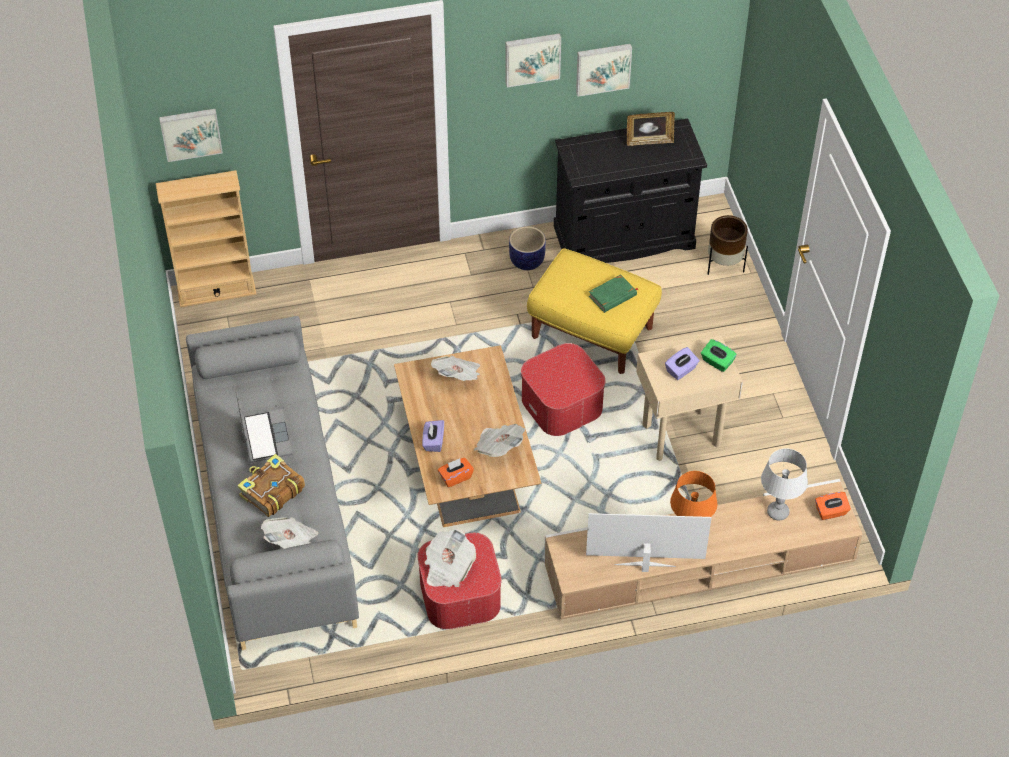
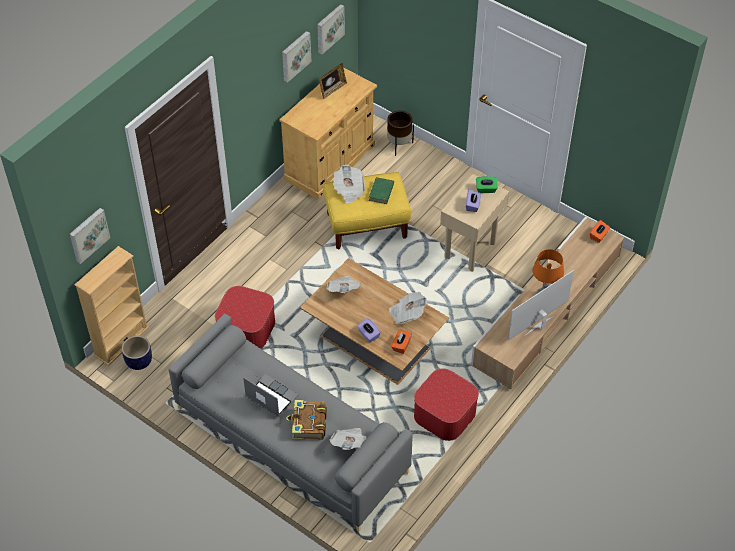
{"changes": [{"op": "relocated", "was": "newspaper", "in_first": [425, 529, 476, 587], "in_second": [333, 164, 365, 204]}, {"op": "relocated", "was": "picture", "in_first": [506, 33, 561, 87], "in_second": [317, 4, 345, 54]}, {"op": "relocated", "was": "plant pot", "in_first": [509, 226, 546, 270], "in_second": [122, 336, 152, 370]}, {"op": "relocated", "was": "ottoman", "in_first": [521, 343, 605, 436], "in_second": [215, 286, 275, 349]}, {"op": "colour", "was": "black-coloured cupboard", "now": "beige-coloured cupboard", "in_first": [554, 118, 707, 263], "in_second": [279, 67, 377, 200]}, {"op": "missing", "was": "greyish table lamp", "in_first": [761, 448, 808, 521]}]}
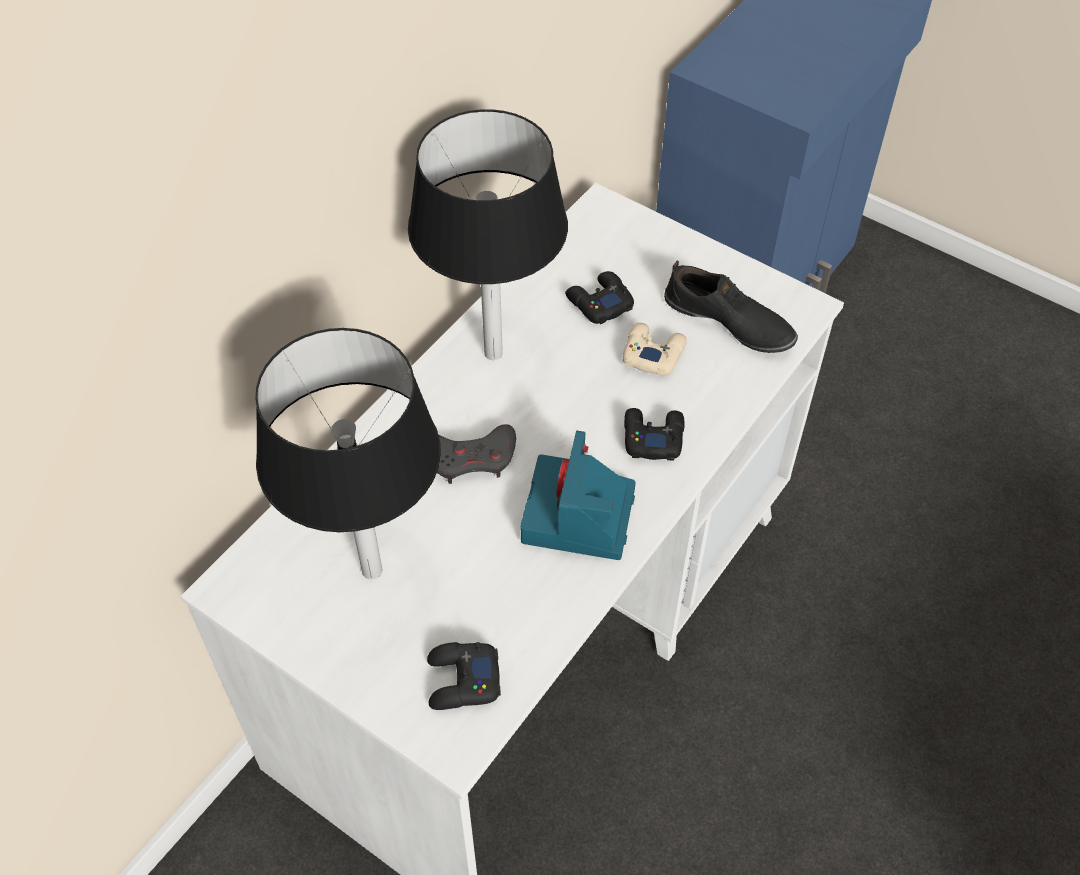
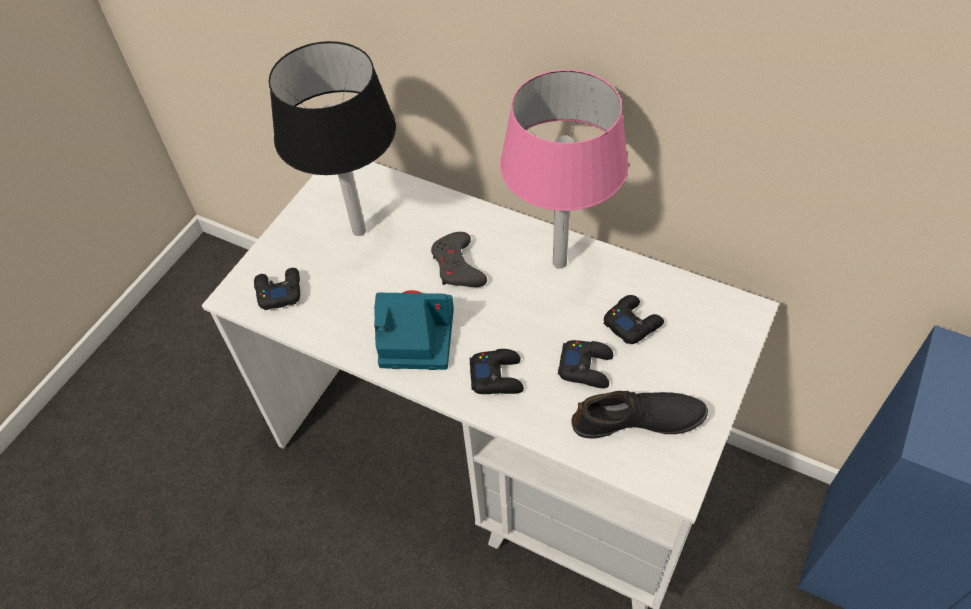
{"changes": [{"op": "colour", "was": "black-coloured table lamp", "now": "pink-coloured table lamp", "in_first": [408, 109, 568, 360], "in_second": [500, 70, 629, 269]}, {"op": "colour", "was": "beige-coloured game controller", "now": "black-coloured game controller", "in_first": [623, 323, 687, 377], "in_second": [558, 340, 613, 388]}, {"op": "spun", "was": "black-coloured shoe", "in_first": [664, 260, 798, 353], "in_second": [571, 391, 708, 439], "clockwise": -120}]}
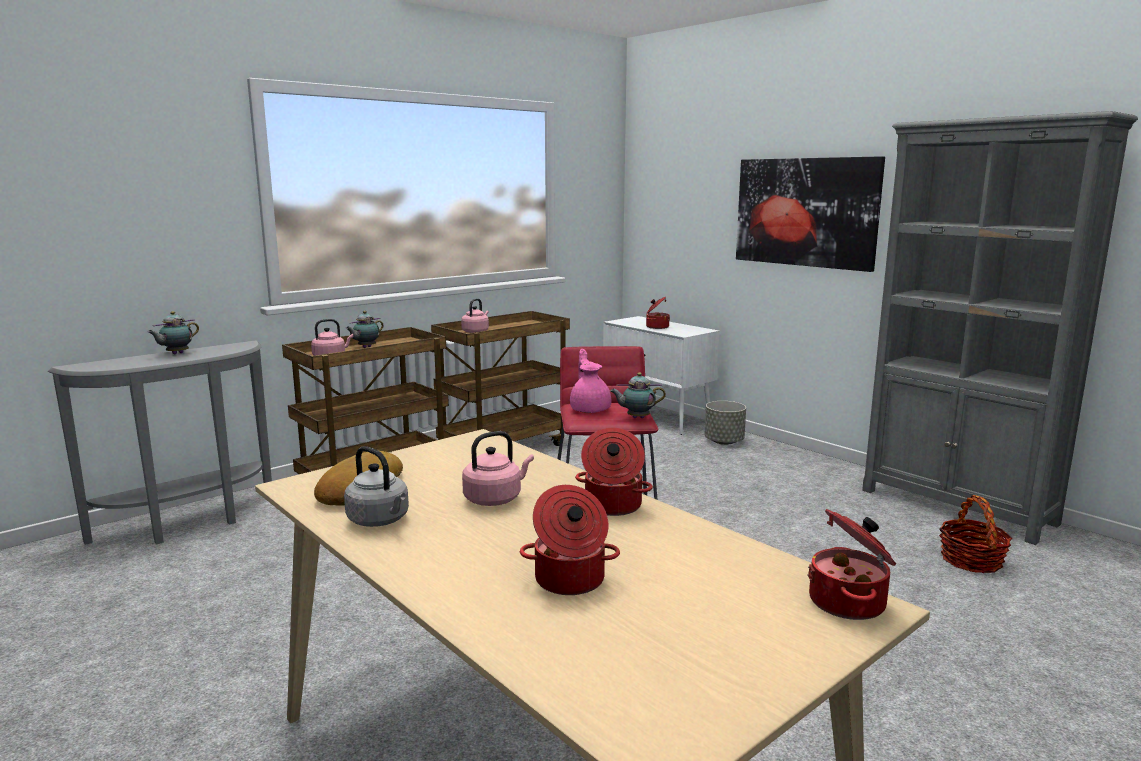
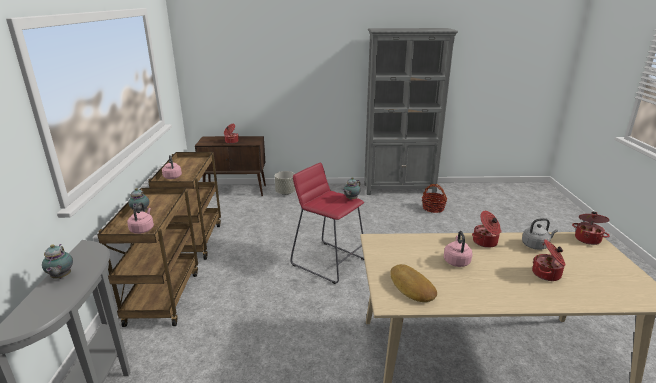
{"changes": [{"op": "relocated", "was": "greyish water kettle", "in_first": [344, 446, 409, 527], "in_second": [522, 218, 558, 250]}, {"op": "missing", "was": "pink-coloured pot for tea", "in_first": [570, 349, 611, 413]}, {"op": "colour", "was": "white cupboard", "now": "brownish cupboard", "in_first": [603, 316, 720, 435], "in_second": [195, 136, 266, 196]}, {"op": "missing", "was": "picture", "in_first": [736, 156, 885, 272]}]}
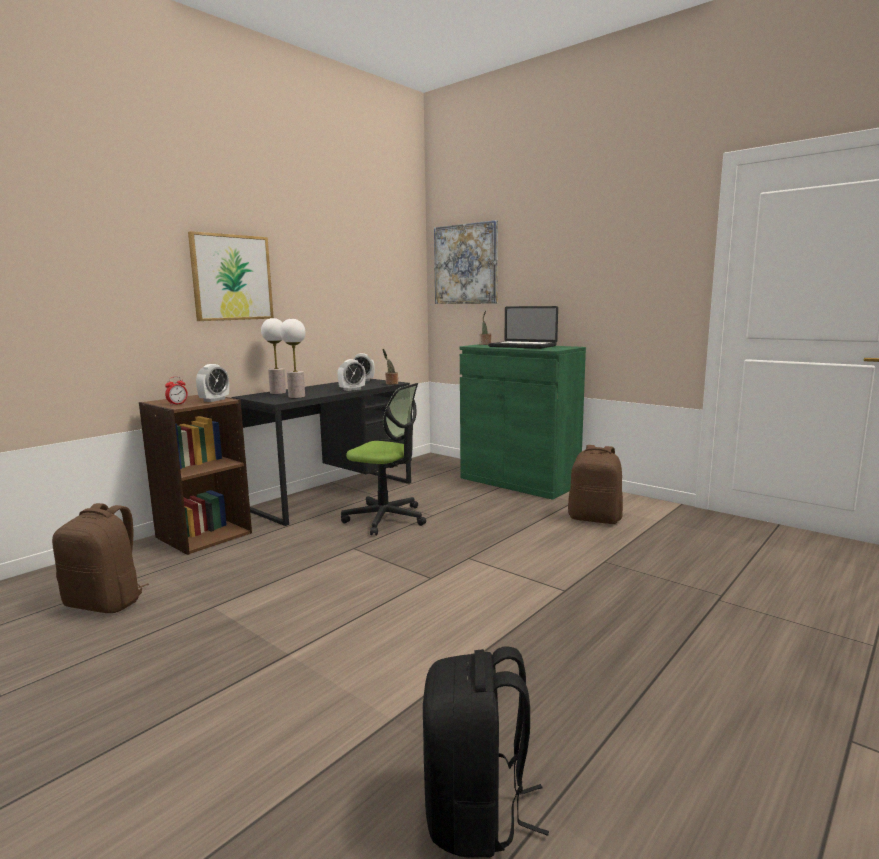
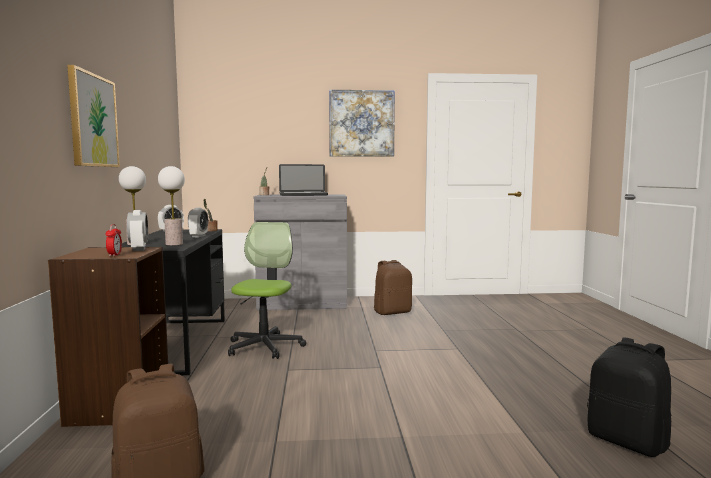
{"changes": [{"op": "spun", "was": "desk chair", "in_first": [341, 383, 426, 535], "in_second": [228, 222, 306, 359], "clockwise": -60}, {"op": "relocated", "was": "picture", "in_first": [434, 220, 498, 304], "in_second": [329, 90, 395, 157]}, {"op": "colour", "was": "green-coloured cupboard", "now": "greyish cupboard", "in_first": [460, 344, 586, 500], "in_second": [254, 194, 347, 310]}]}
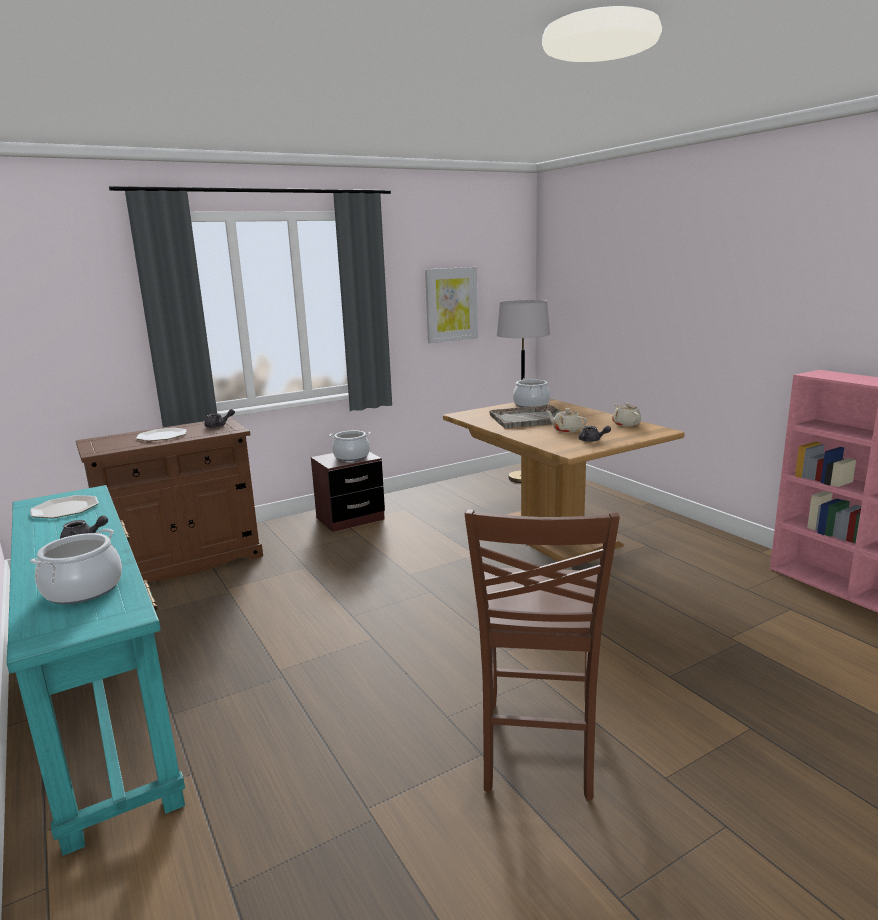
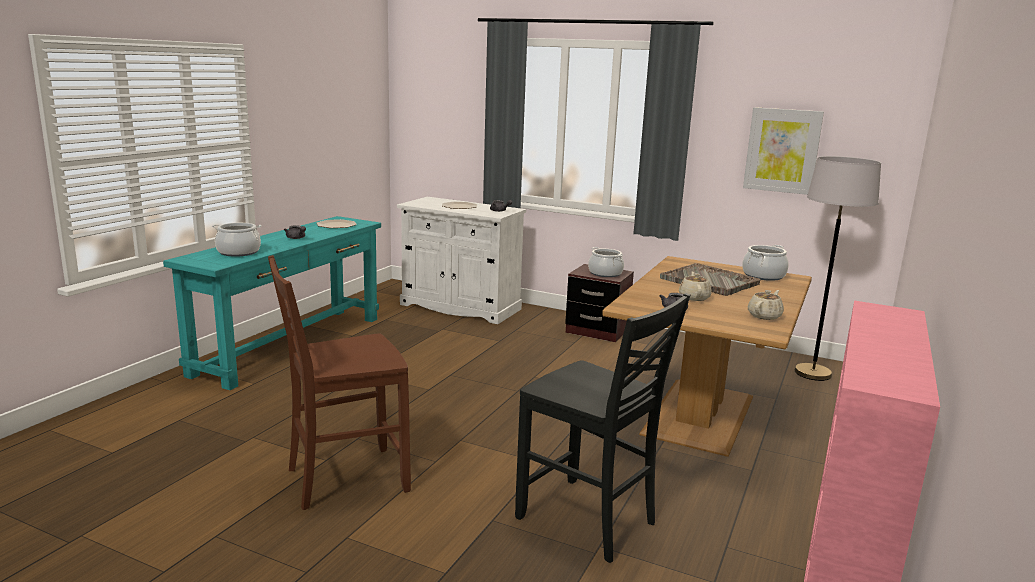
{"changes": [{"op": "colour", "was": "brownish cupboard", "now": "white cupboard", "in_first": [76, 417, 263, 582], "in_second": [397, 197, 526, 324]}, {"op": "appeared", "now": "black-coloured plain chair", "in_second": [515, 293, 691, 563]}]}
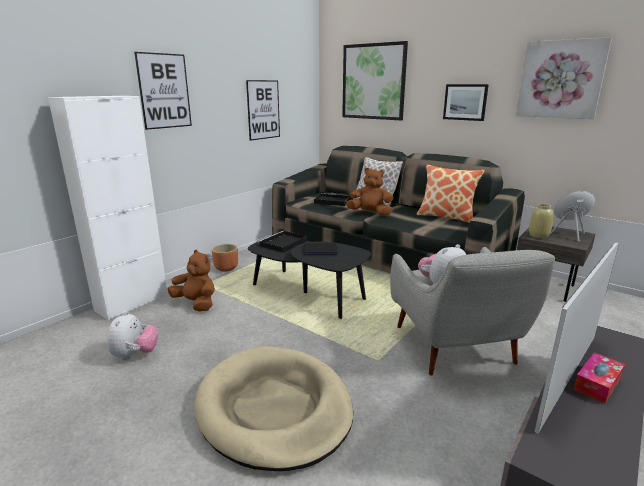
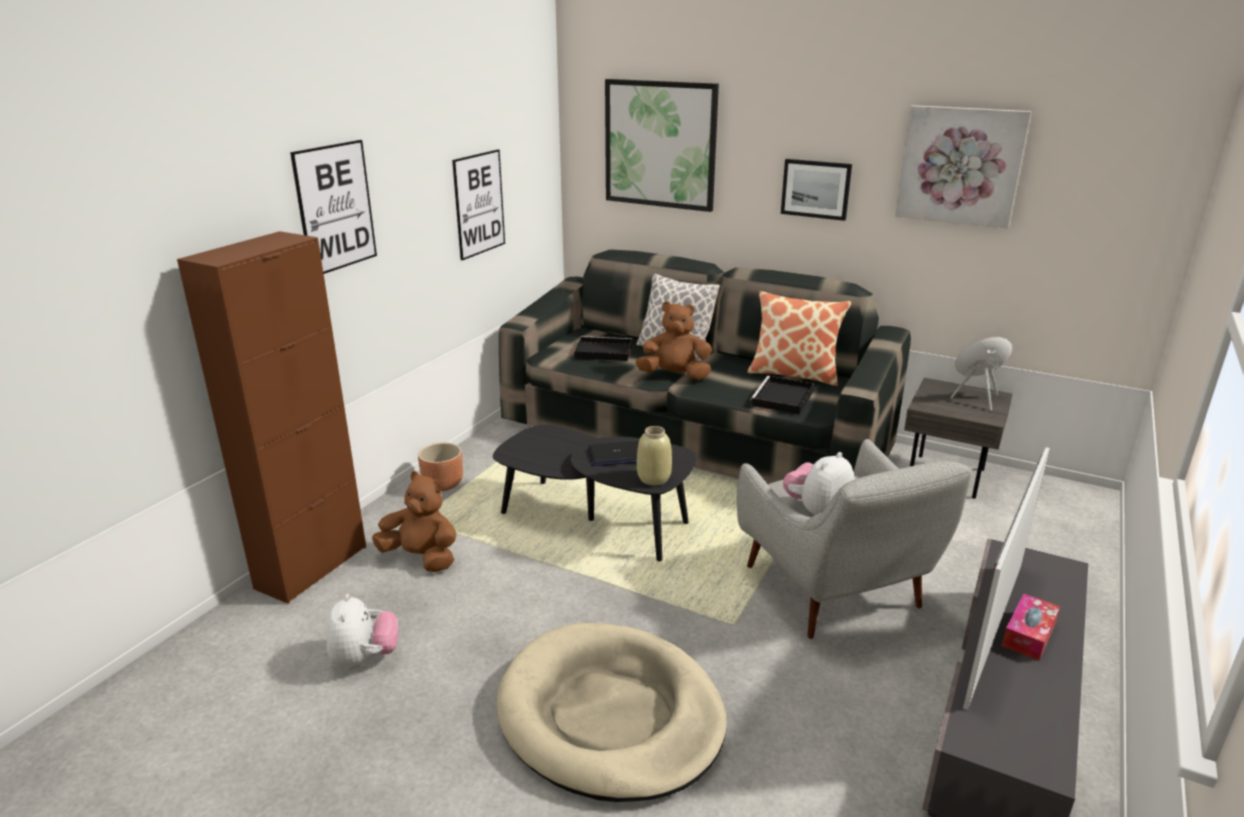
{"changes": [{"op": "colour", "was": "white cupboard", "now": "brownish cupboard", "in_first": [48, 96, 168, 321], "in_second": [177, 231, 366, 604]}, {"op": "relocated", "was": "black-coloured tray", "in_first": [258, 231, 307, 253], "in_second": [750, 376, 814, 414]}, {"op": "relocated", "was": "beige-coloured decorative vase", "in_first": [529, 204, 553, 238], "in_second": [637, 426, 672, 485]}]}
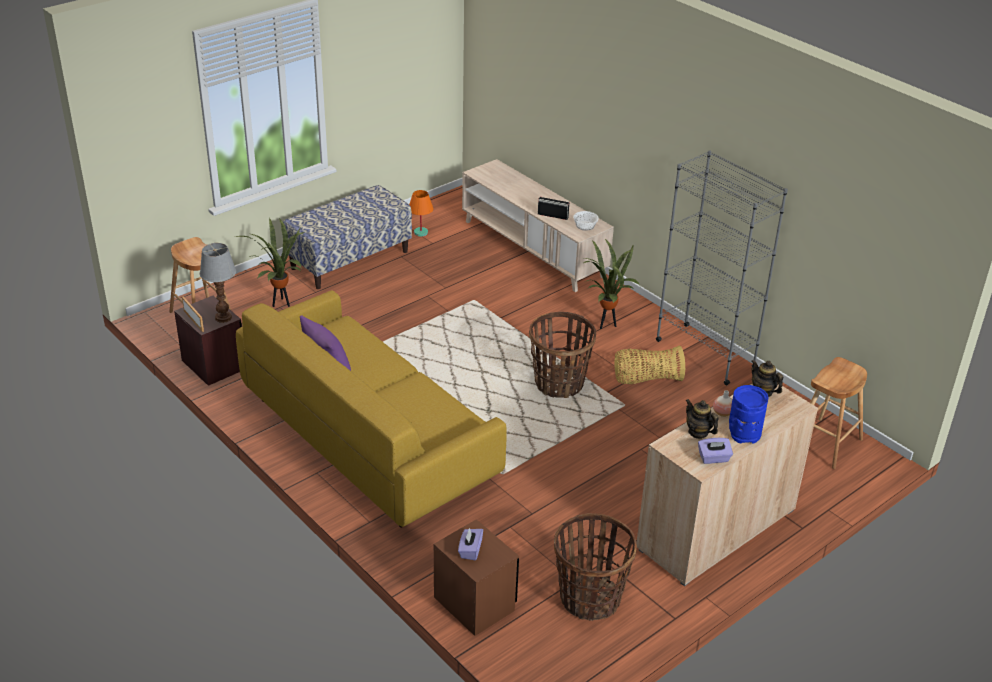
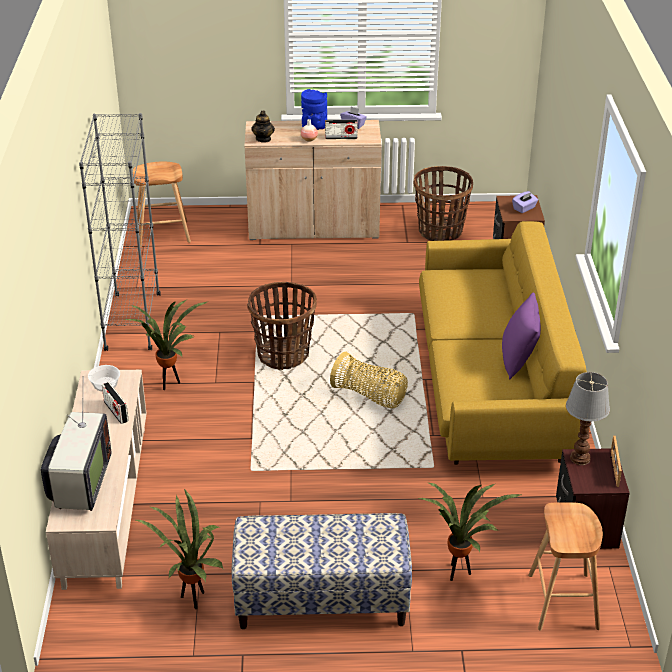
{"changes": [{"op": "exchanged", "was": "orange-coloured table lamp", "now": "plant in a pot", "in_first": [409, 190, 433, 236], "in_second": [136, 489, 224, 609]}, {"op": "relocated", "was": "household basket", "in_first": [614, 345, 685, 384], "in_second": [330, 352, 408, 408]}, {"op": "exchanged", "was": "pot for tea", "now": "radio receiver", "in_first": [685, 399, 719, 439], "in_second": [325, 120, 358, 139]}, {"op": "appeared", "now": "television", "in_second": [41, 399, 111, 511]}]}
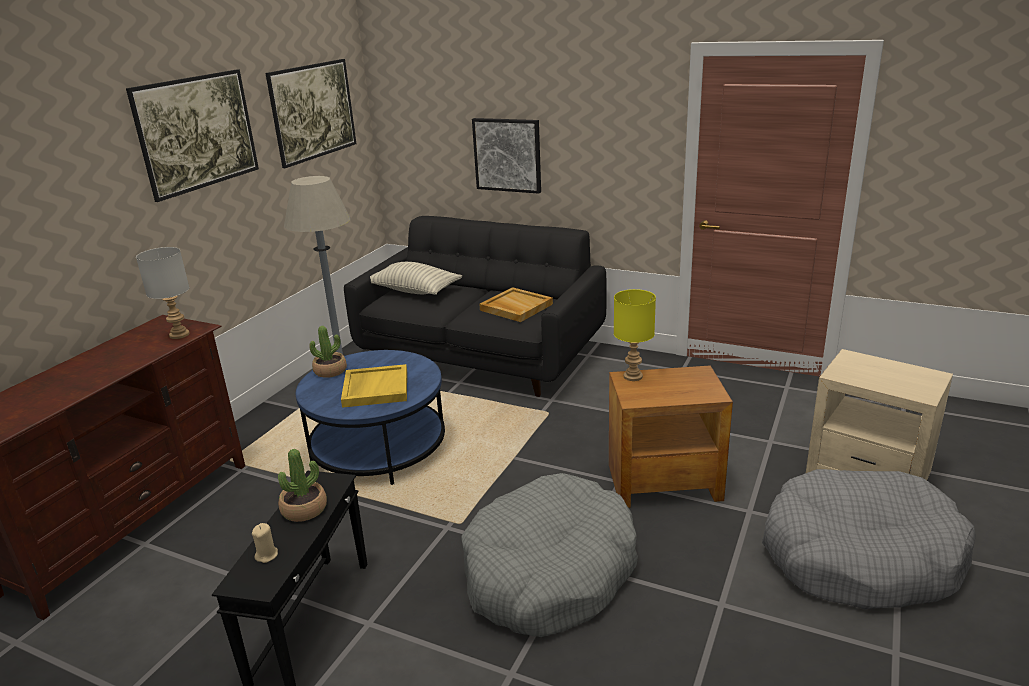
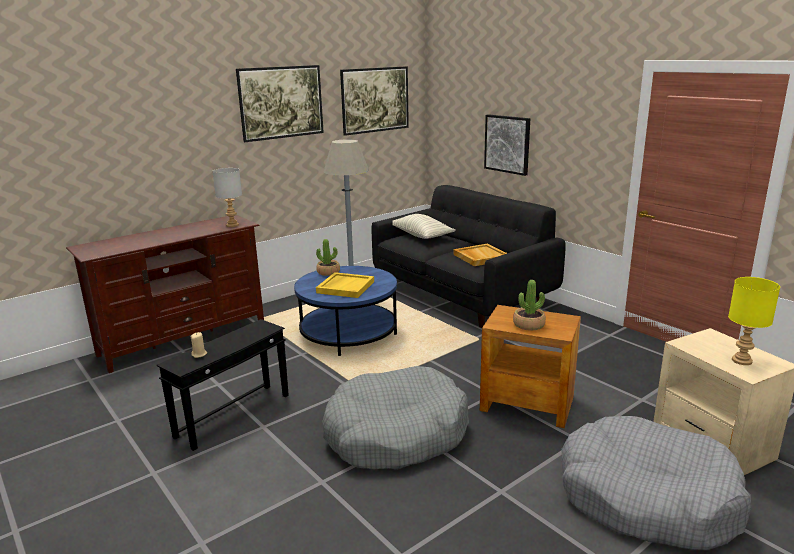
{"changes": [{"op": "relocated", "was": "plant in a pot", "in_first": [278, 449, 327, 522], "in_second": [513, 280, 546, 331]}, {"op": "relocated", "was": "yellow table lamp", "in_first": [614, 289, 656, 381], "in_second": [728, 277, 780, 365]}]}
